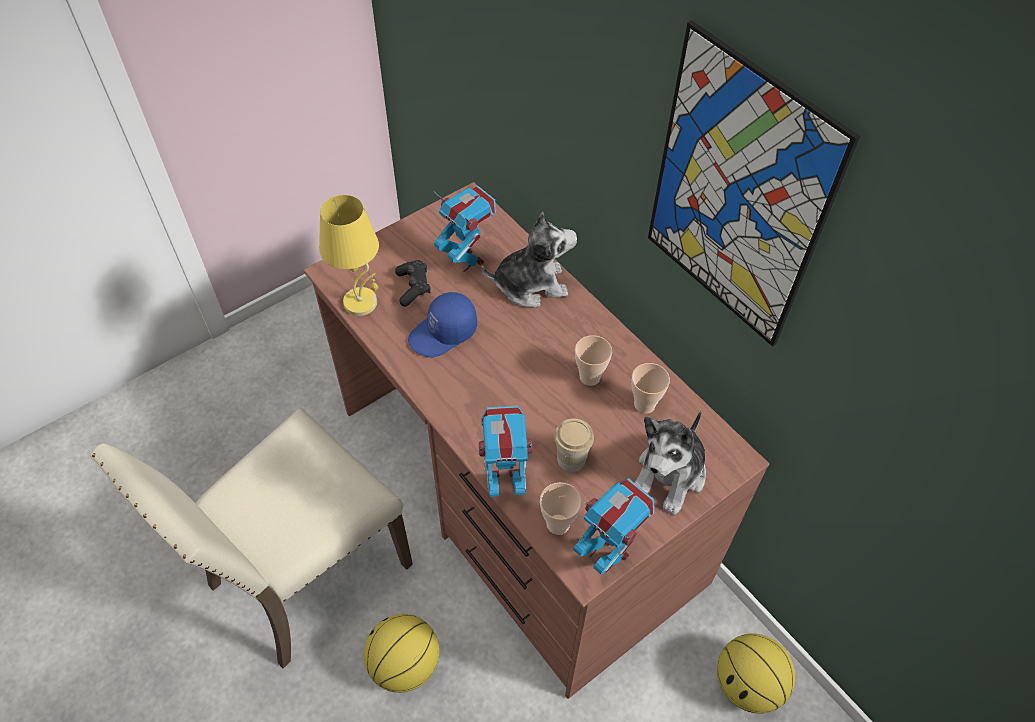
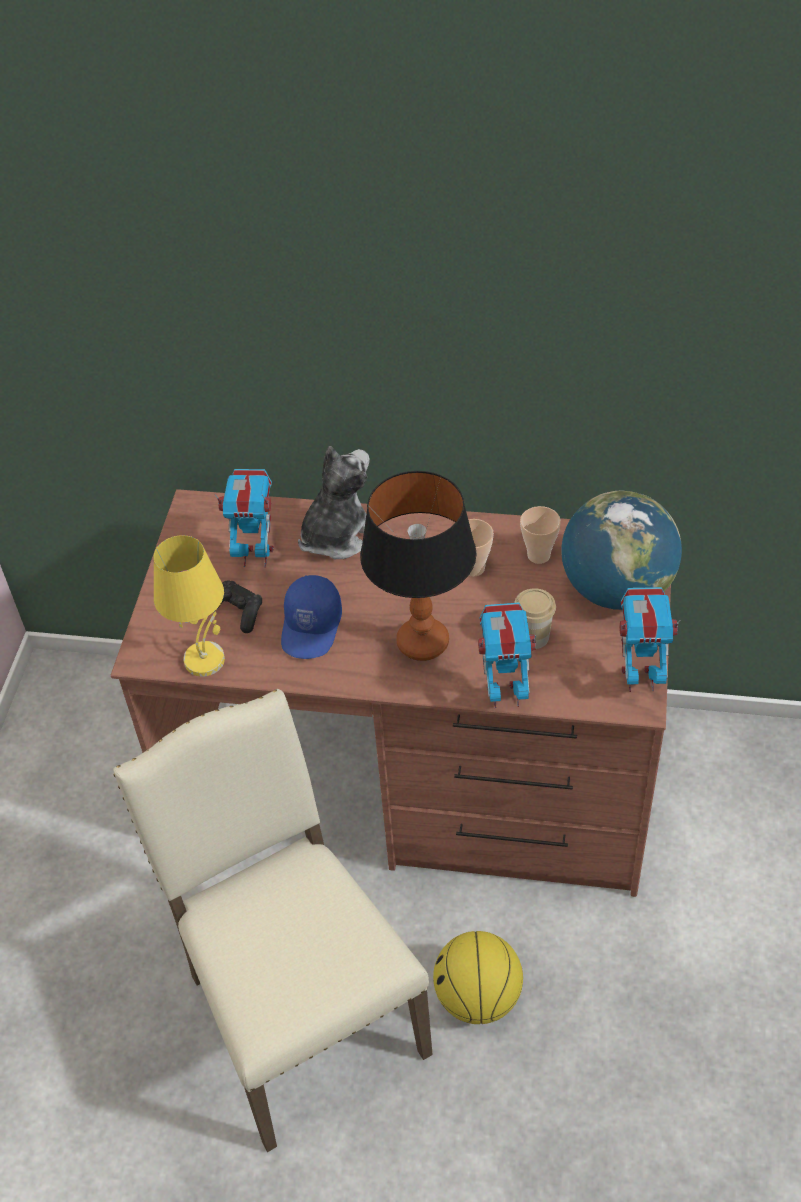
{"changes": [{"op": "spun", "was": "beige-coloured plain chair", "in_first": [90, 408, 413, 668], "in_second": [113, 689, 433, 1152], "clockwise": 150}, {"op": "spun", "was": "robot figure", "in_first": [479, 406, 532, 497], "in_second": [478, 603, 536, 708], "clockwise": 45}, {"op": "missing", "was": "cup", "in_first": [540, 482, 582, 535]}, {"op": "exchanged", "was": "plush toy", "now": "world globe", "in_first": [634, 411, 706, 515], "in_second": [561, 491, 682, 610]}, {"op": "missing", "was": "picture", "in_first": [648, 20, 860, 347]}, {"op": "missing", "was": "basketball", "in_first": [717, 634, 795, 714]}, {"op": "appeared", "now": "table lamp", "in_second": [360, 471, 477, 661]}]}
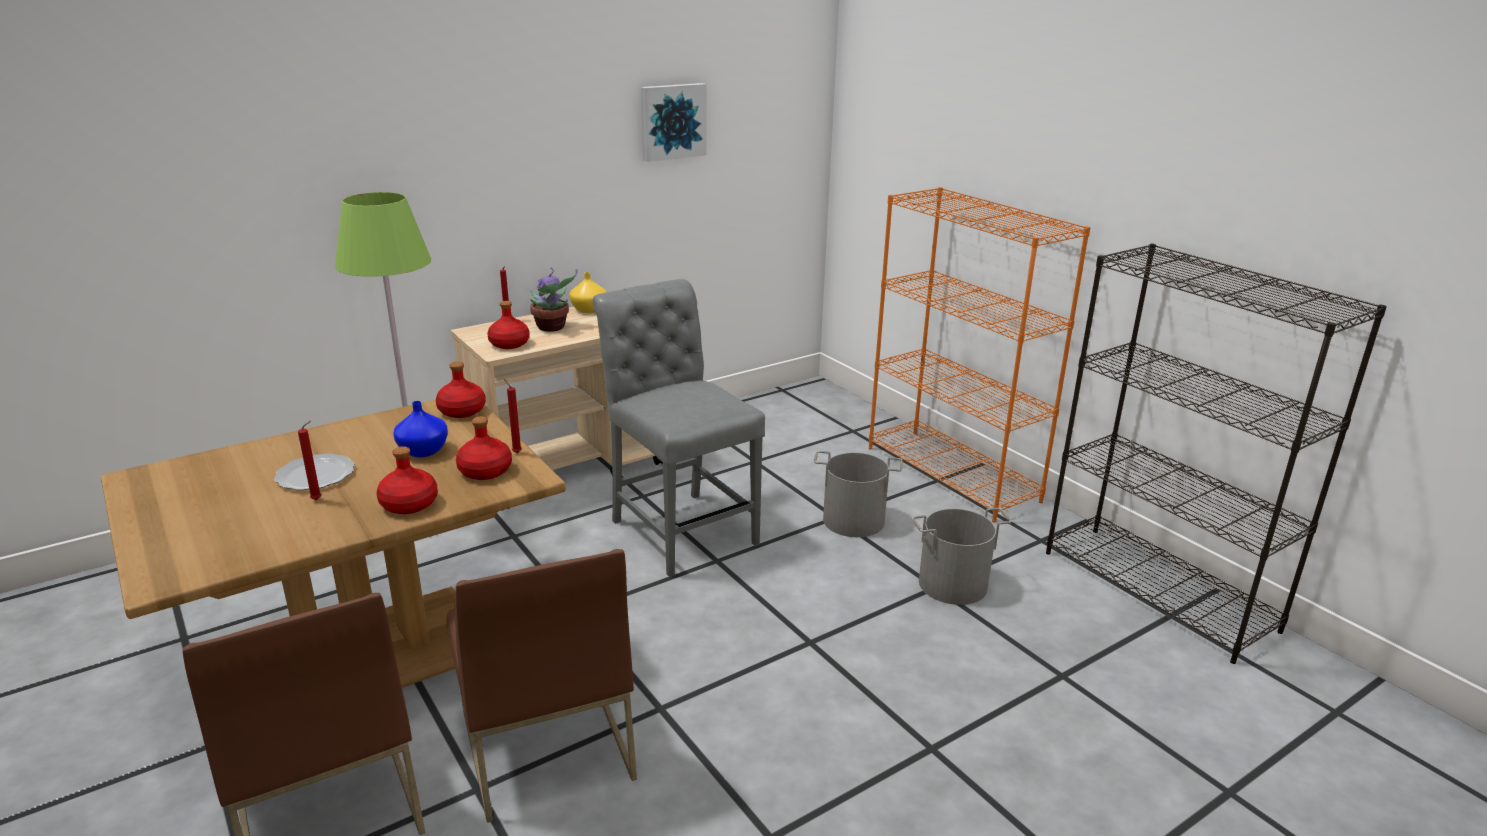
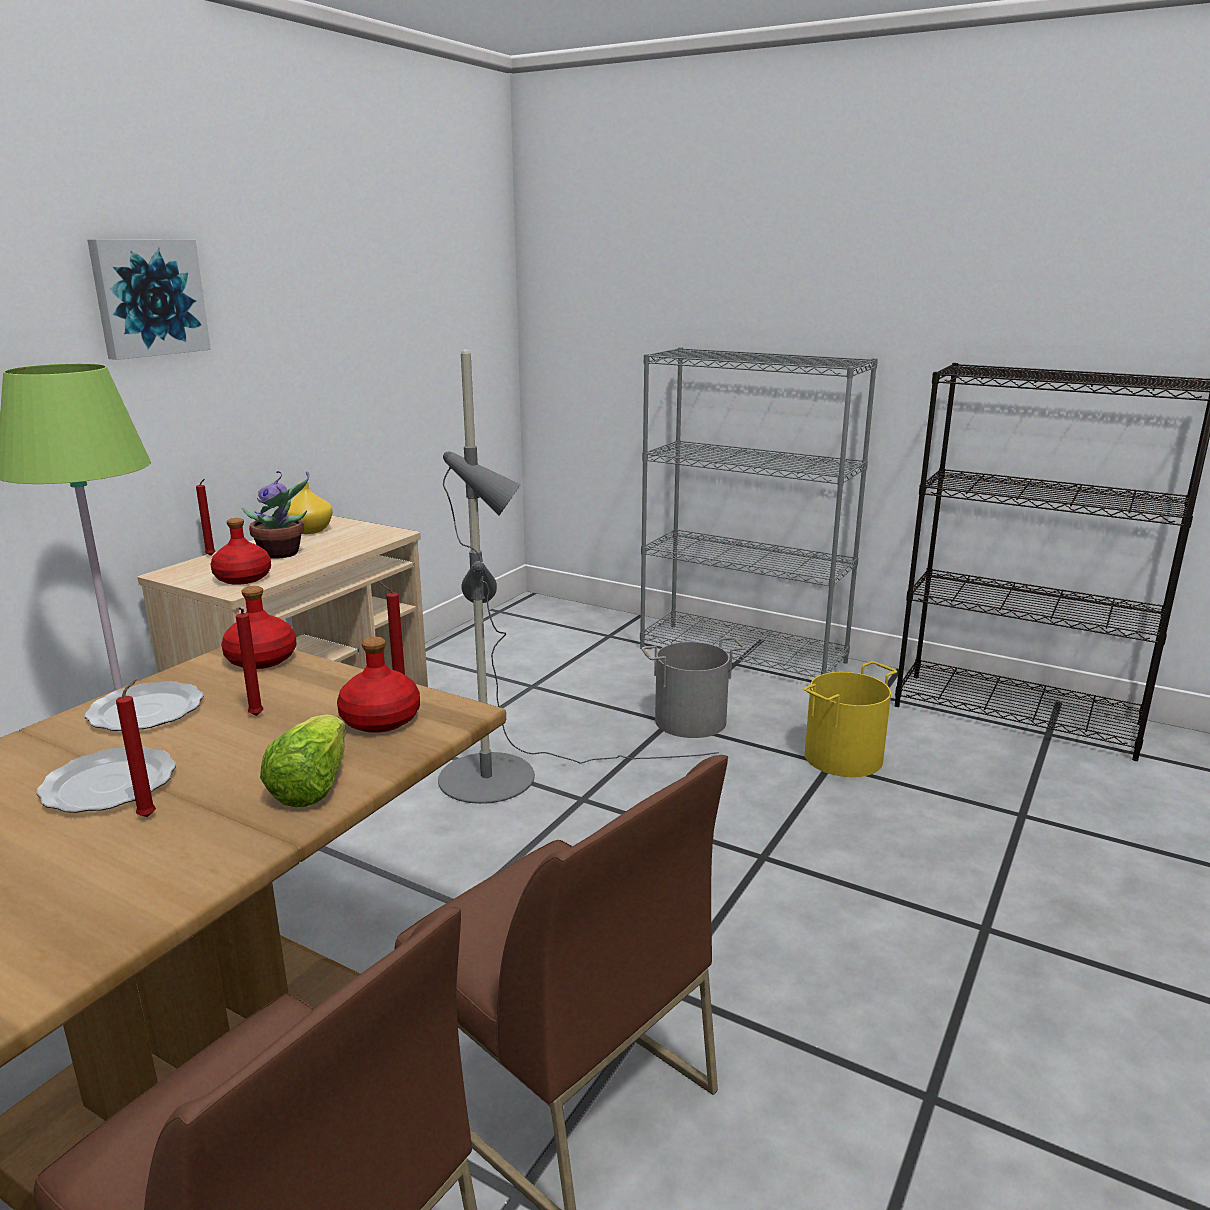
{"changes": [{"op": "exchanged", "was": "reddish drink bottle", "now": "lettuce head", "in_first": [377, 446, 438, 514], "in_second": [260, 714, 346, 807]}, {"op": "exchanged", "was": "blue-coloured decorative vase", "now": "reddish wax light", "in_first": [393, 401, 448, 457], "in_second": [236, 607, 264, 716]}, {"op": "exchanged", "was": "greyish plain chair", "now": "greyish standard lamp", "in_first": [592, 279, 765, 577], "in_second": [438, 349, 719, 804]}, {"op": "relocated", "was": "picture", "in_first": [641, 83, 707, 162], "in_second": [87, 239, 211, 360]}, {"op": "colour", "was": "orange-coloured bookcase", "now": "greyish bookcase", "in_first": [869, 187, 1091, 523], "in_second": [640, 347, 878, 677]}, {"op": "colour", "was": "greyish water bucket", "now": "yellow water bucket", "in_first": [912, 508, 1012, 605], "in_second": [804, 661, 897, 777]}, {"op": "appeared", "now": "dinner plate", "in_second": [85, 681, 204, 731]}]}
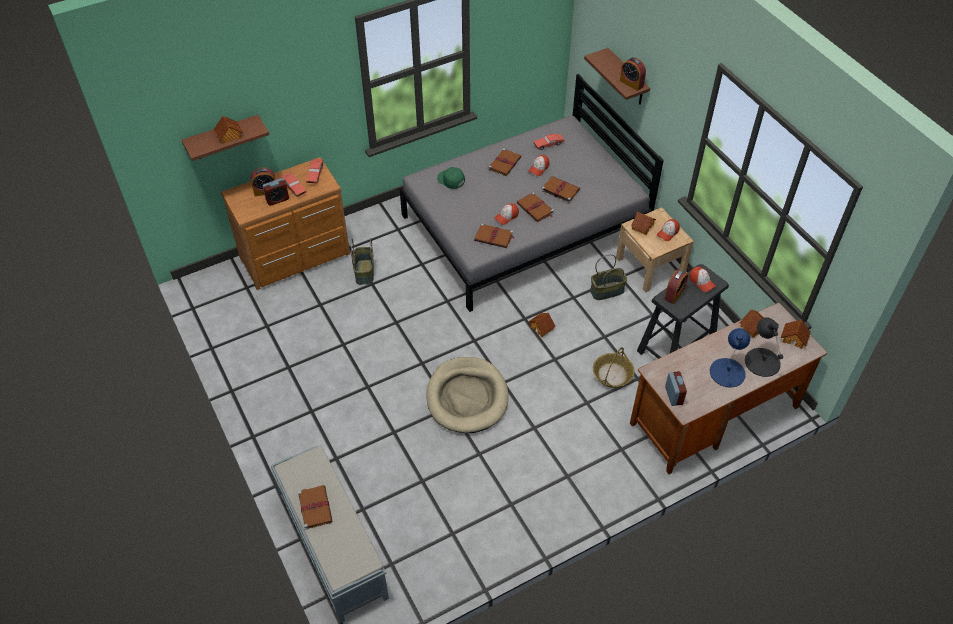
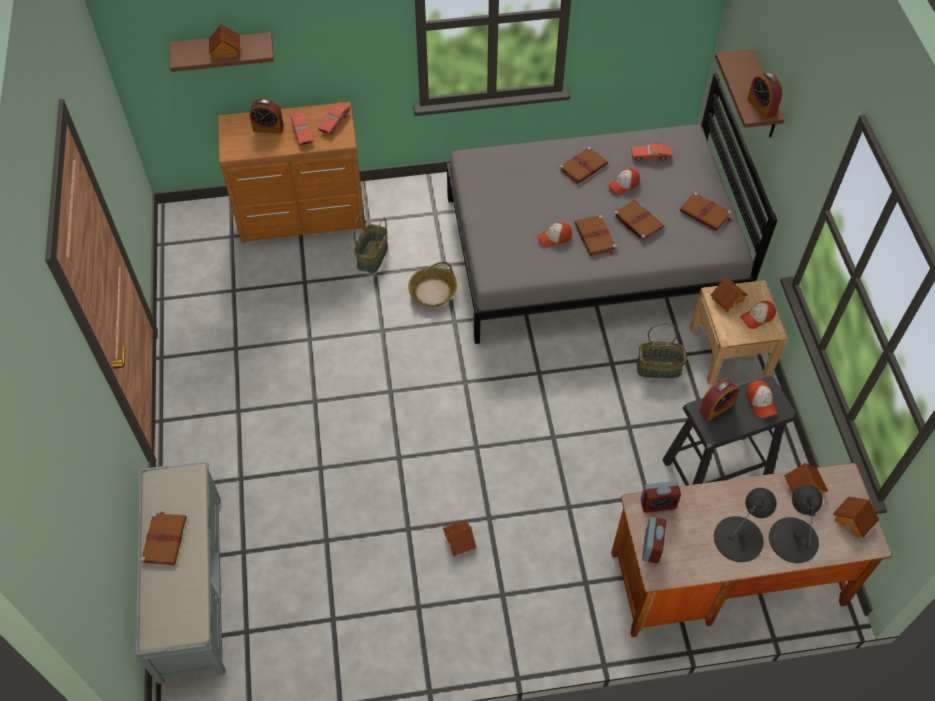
{"changes": [{"op": "relocated", "was": "bedside clock", "in_first": [263, 178, 289, 206], "in_second": [640, 481, 681, 513]}, {"op": "missing", "was": "beige-coloured dog cushion", "in_first": [427, 357, 509, 433]}, {"op": "missing", "was": "green-coloured baseball cap", "in_first": [437, 167, 465, 189]}, {"op": "relocated", "was": "brownish book", "in_first": [474, 223, 514, 248], "in_second": [680, 192, 731, 231]}, {"op": "relocated", "was": "toy house", "in_first": [528, 313, 556, 337], "in_second": [443, 520, 477, 556]}, {"op": "relocated", "was": "household basket", "in_first": [593, 347, 635, 388], "in_second": [408, 262, 457, 307]}, {"op": "colour", "was": "blue-coloured table lamp", "now": "black-coloured table lamp", "in_first": [710, 328, 750, 387], "in_second": [714, 488, 777, 562]}]}
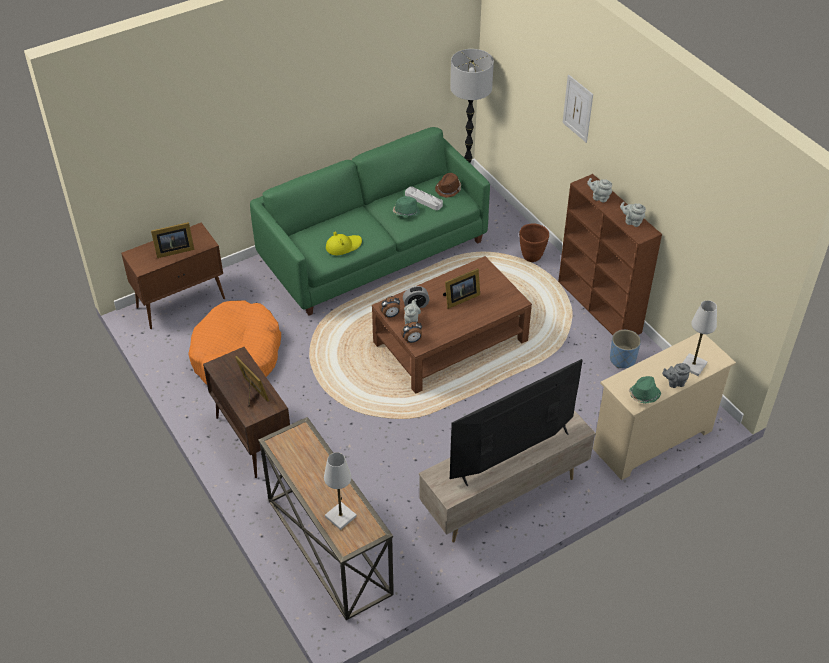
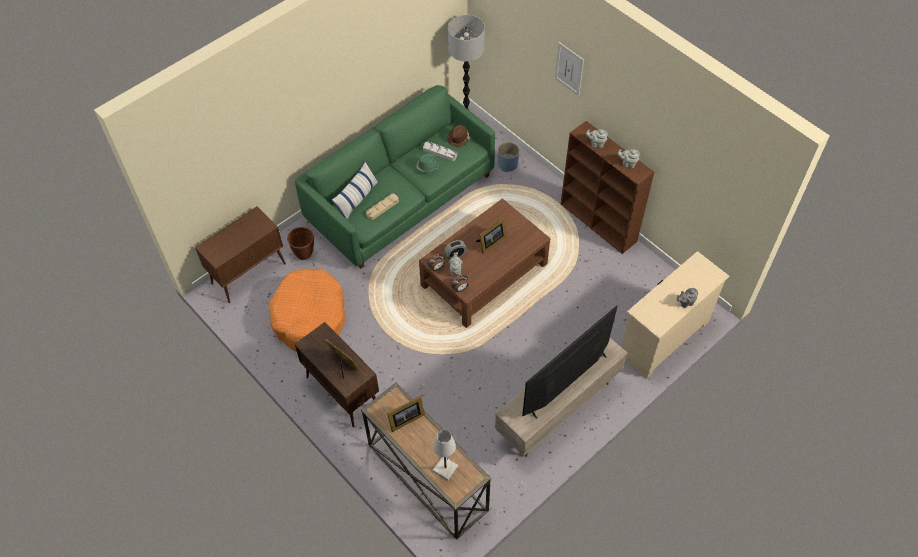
{"changes": [{"op": "relocated", "was": "picture frame", "in_first": [151, 222, 195, 258], "in_second": [387, 396, 425, 432]}, {"op": "exchanged", "was": "yellow hat", "now": "beige-coloured tray", "in_first": [326, 232, 362, 255], "in_second": [366, 194, 399, 220]}, {"op": "relocated", "was": "brownish plant pot", "in_first": [519, 224, 549, 262], "in_second": [287, 227, 314, 260]}, {"op": "relocated", "was": "blue-coloured plant pot", "in_first": [610, 330, 641, 368], "in_second": [498, 142, 520, 172]}, {"op": "missing", "was": "green-coloured hat", "in_first": [629, 376, 661, 404]}, {"op": "missing", "was": "white table lamp", "in_first": [683, 300, 717, 376]}, {"op": "appeared", "now": "throw pillow", "in_second": [331, 161, 379, 219]}]}
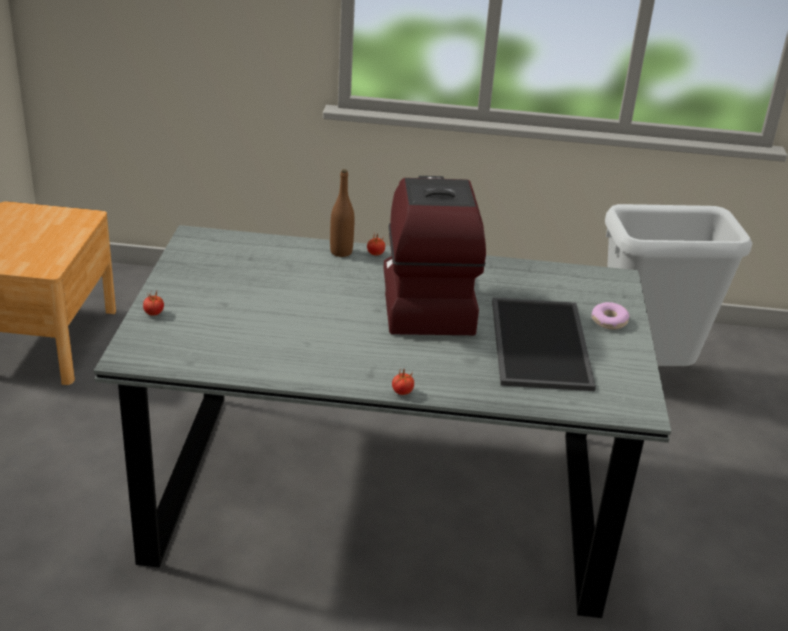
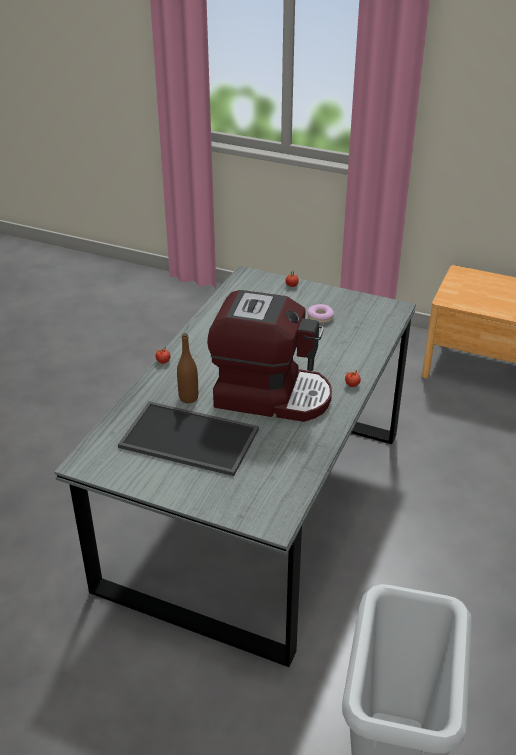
{"changes": [{"op": "relocated", "was": "brownish drink bottle", "in_first": [330, 169, 354, 257], "in_second": [177, 333, 198, 403]}, {"op": "relocated", "was": "doughnut", "in_first": [591, 302, 630, 330], "in_second": [307, 304, 334, 323]}]}
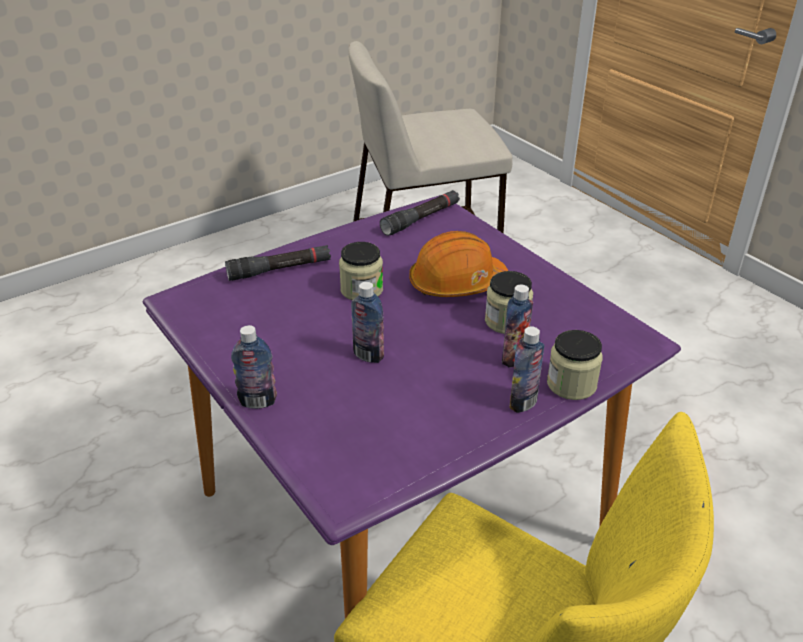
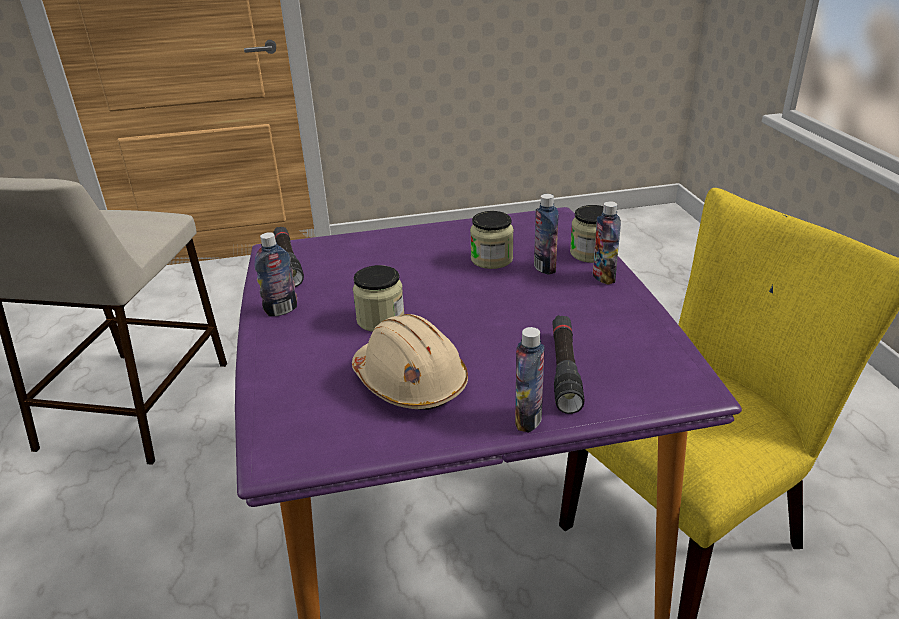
{"changes": [{"op": "relocated", "was": "black-coloured torch", "in_first": [225, 245, 331, 281], "in_second": [552, 315, 585, 414]}, {"op": "relocated", "was": "drink bottle", "in_first": [351, 282, 384, 363], "in_second": [254, 232, 297, 317]}, {"op": "missing", "was": "orange-coloured safety helmet", "in_first": [409, 231, 508, 297]}, {"op": "appeared", "now": "beige-coloured safety helmet", "in_second": [352, 314, 468, 410]}]}
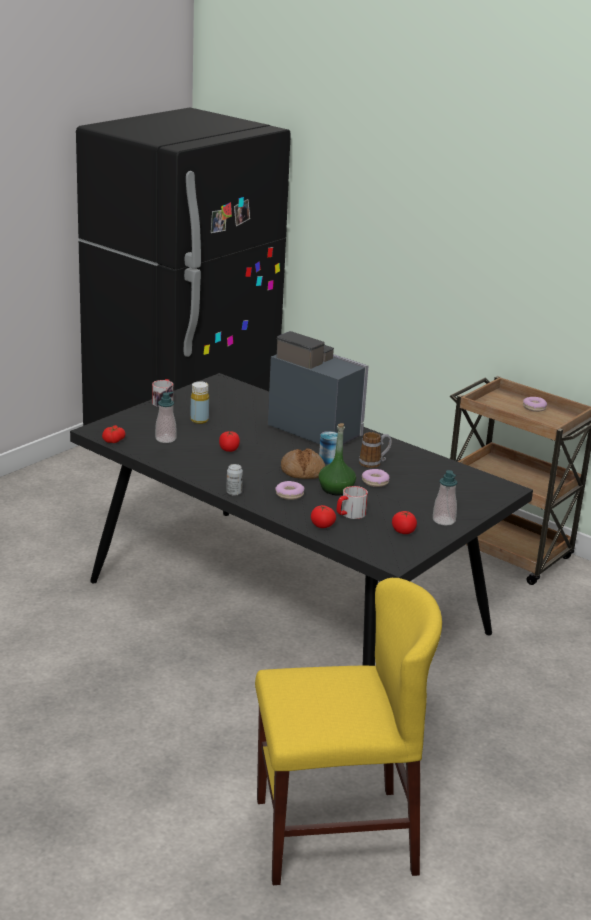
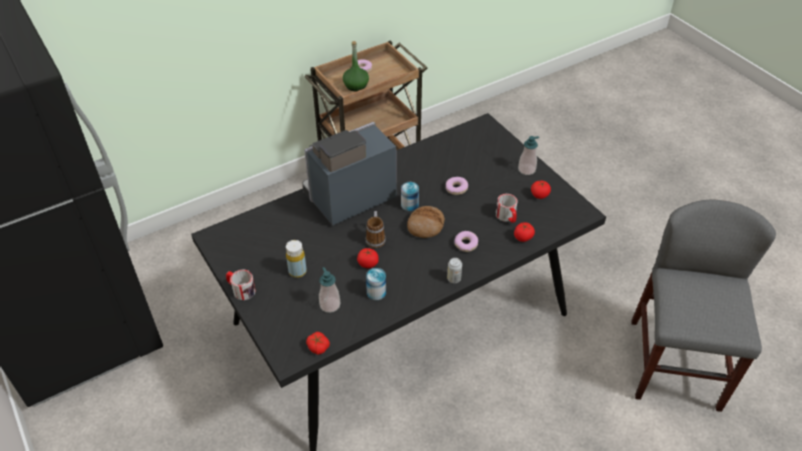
{"changes": [{"op": "colour", "was": "yellow plain chair", "now": "greyish plain chair", "in_first": [255, 578, 442, 885], "in_second": [631, 200, 776, 412]}, {"op": "relocated", "was": "green-coloured drink bottle", "in_first": [319, 423, 356, 495], "in_second": [342, 41, 369, 91]}, {"op": "relocated", "was": "coffee mug", "in_first": [359, 432, 392, 468], "in_second": [366, 211, 386, 248]}, {"op": "appeared", "now": "can", "in_second": [366, 268, 386, 300]}]}
